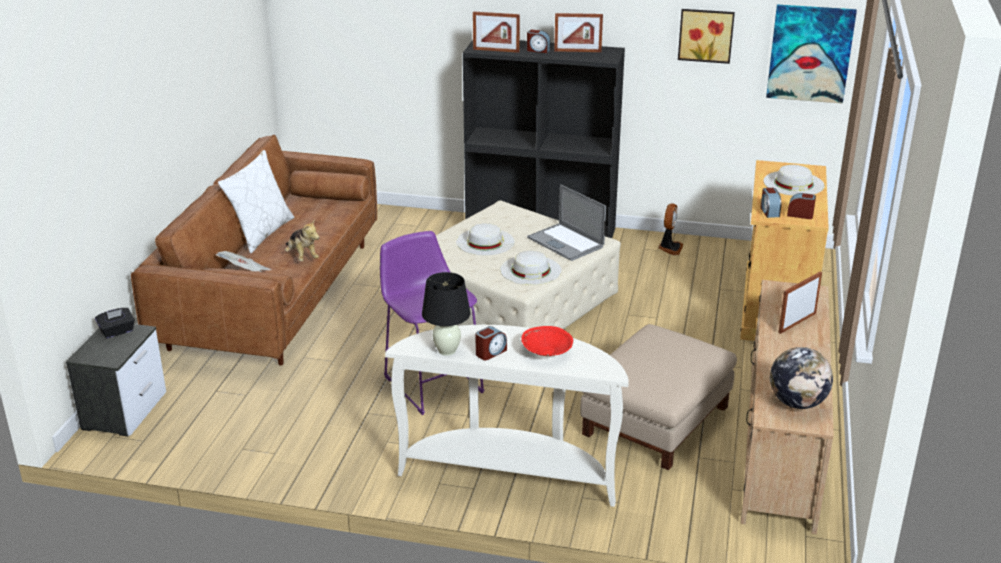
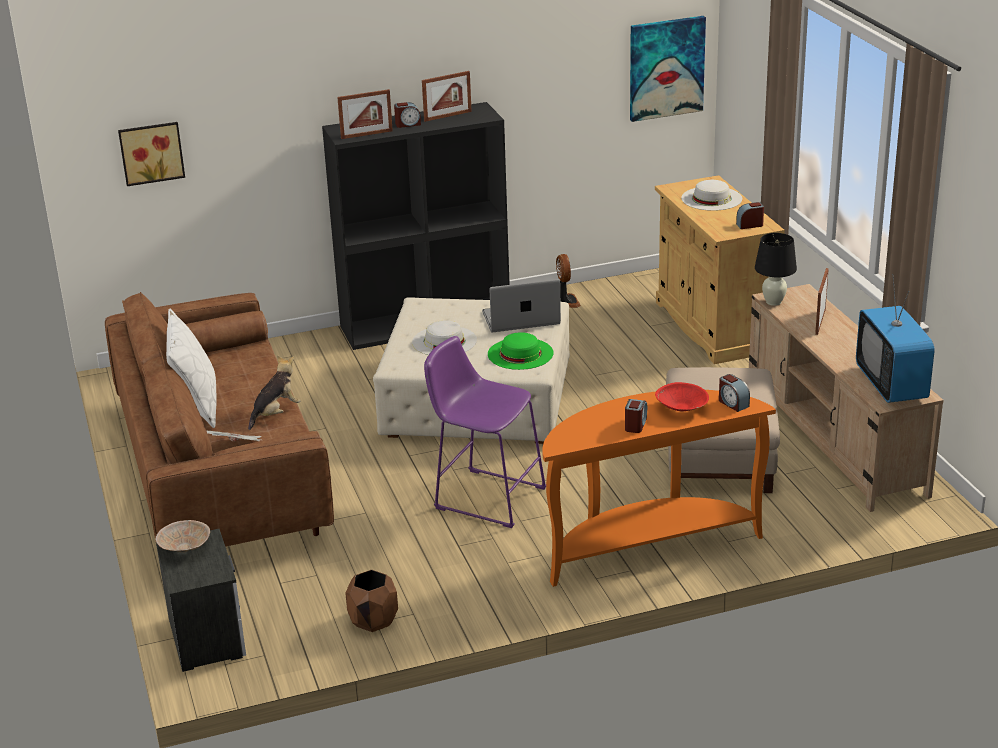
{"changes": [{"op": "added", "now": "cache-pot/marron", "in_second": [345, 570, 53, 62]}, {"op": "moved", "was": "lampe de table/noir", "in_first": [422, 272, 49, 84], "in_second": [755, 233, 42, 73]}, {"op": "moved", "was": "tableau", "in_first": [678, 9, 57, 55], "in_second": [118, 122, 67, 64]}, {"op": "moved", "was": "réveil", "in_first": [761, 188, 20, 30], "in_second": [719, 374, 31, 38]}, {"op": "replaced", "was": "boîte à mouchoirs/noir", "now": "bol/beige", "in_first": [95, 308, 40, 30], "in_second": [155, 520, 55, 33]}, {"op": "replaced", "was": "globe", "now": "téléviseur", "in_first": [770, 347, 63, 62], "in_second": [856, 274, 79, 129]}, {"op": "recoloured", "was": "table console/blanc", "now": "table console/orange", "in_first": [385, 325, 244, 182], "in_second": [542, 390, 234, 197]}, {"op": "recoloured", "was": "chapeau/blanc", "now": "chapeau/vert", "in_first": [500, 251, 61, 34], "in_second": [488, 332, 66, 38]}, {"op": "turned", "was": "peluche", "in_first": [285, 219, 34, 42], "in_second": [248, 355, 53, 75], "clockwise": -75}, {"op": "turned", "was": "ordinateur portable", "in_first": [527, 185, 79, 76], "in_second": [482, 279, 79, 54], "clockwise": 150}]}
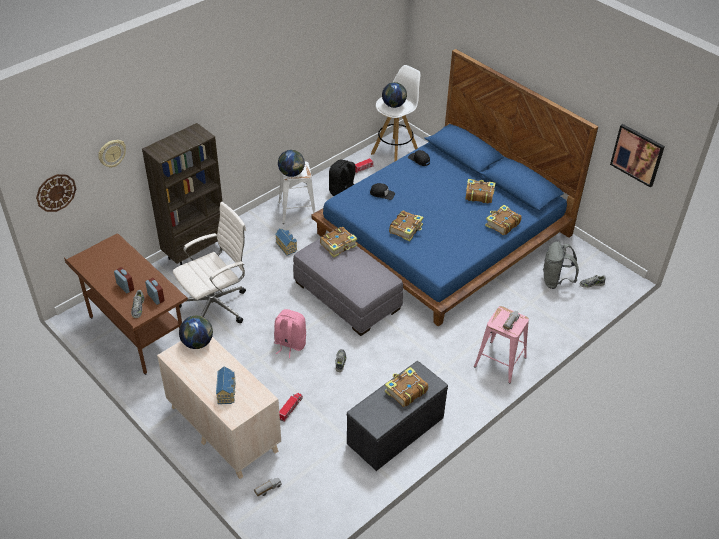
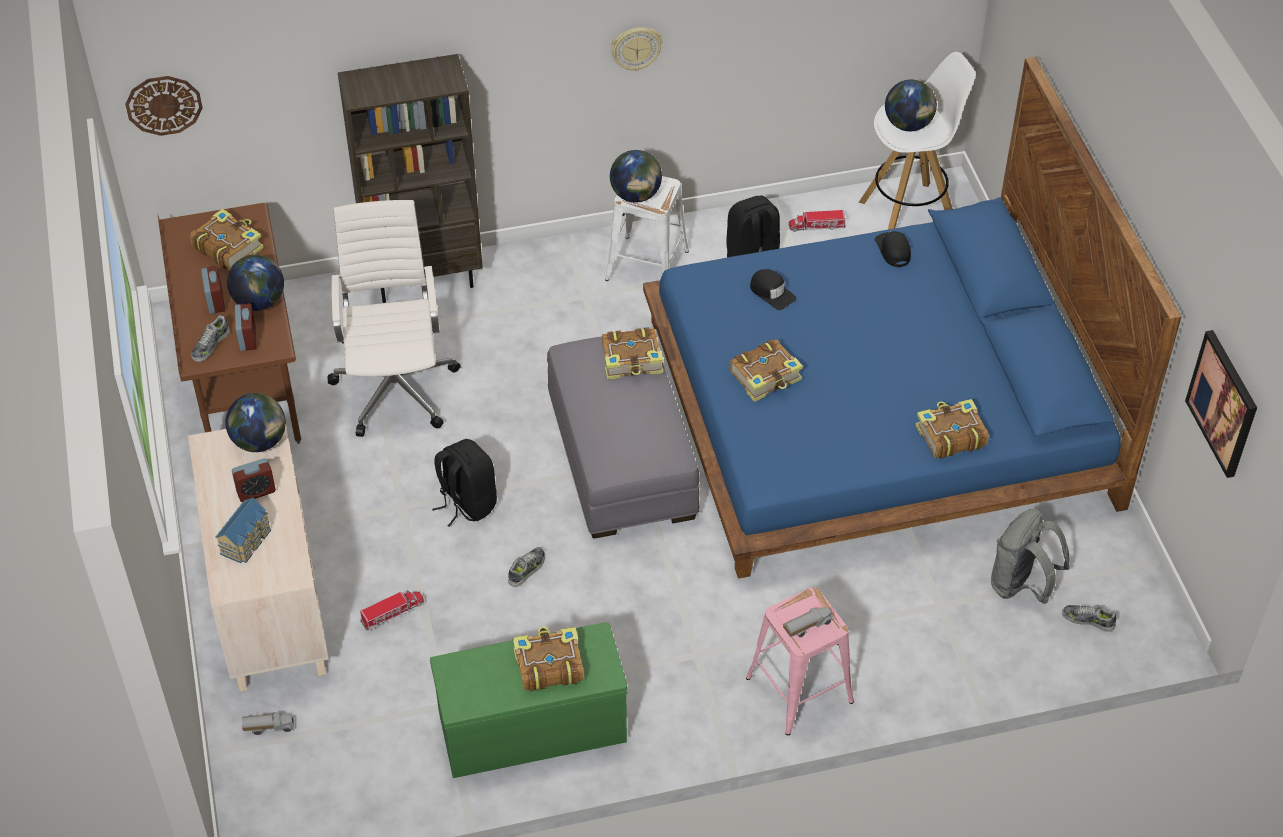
{"changes": [{"op": "removed", "was": "maison miniature", "in_first": [275, 228, 22, 28]}, {"op": "added", "now": "globe", "in_second": [227, 255, 57, 56]}, {"op": "added", "now": "réveil", "in_second": [232, 458, 44, 44]}, {"op": "moved", "was": "horloge murale", "in_first": [98, 140, 28, 28], "in_second": [611, 27, 51, 44]}, {"op": "moved", "was": "livre", "in_first": [465, 179, 30, 25], "in_second": [190, 209, 73, 61]}, {"op": "recoloured", "was": "sac à dos/rose", "now": "sac à dos/noir", "in_first": [274, 309, 32, 49], "in_second": [432, 439, 65, 88]}, {"op": "recoloured", "was": "banc/gris", "now": "banc/vert", "in_first": [346, 361, 102, 110], "in_second": [430, 622, 198, 156]}, {"op": "turned", "was": "chaise de bureau/blanc", "in_first": [173, 202, 73, 121], "in_second": [328, 200, 133, 237], "clockwise": -90}]}
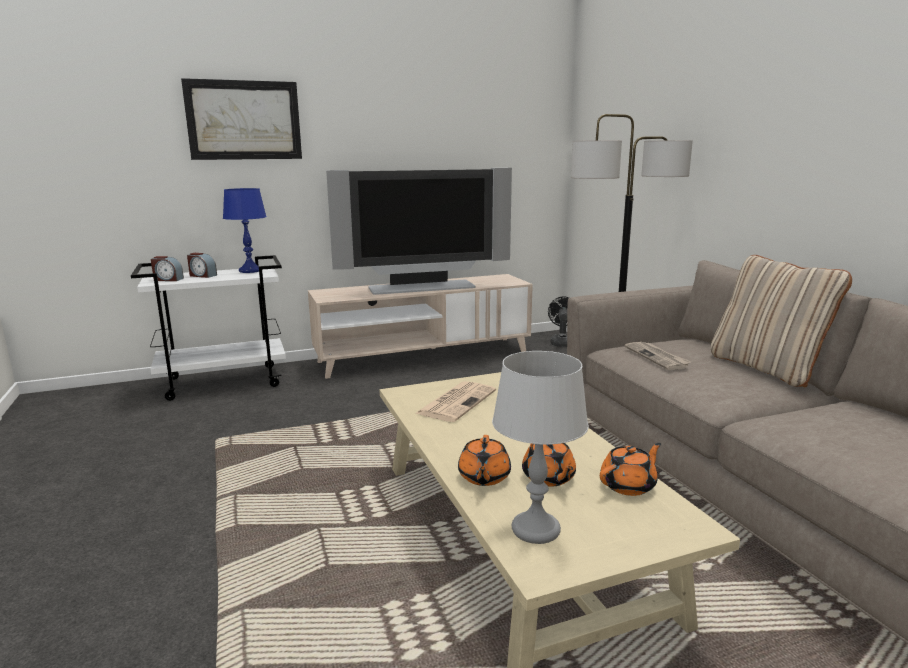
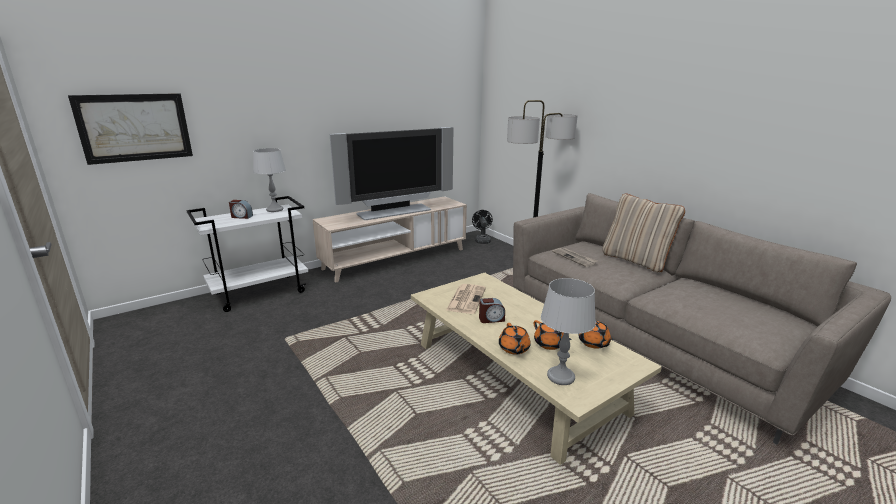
{"changes": [{"op": "moved", "was": "réveil", "in_first": [151, 256, 33, 25], "in_second": [479, 298, 26, 25]}, {"op": "moved", "was": "tableau", "in_first": [181, 78, 121, 82], "in_second": [68, 93, 125, 72]}, {"op": "recoloured", "was": "lampe de table/bleu", "now": "lampe de table/gris", "in_first": [223, 188, 44, 85], "in_second": [253, 148, 33, 64]}, {"op": "turned", "was": "théière/orange", "in_first": [600, 443, 61, 53], "in_second": [578, 321, 36, 28], "clockwise": 120}]}
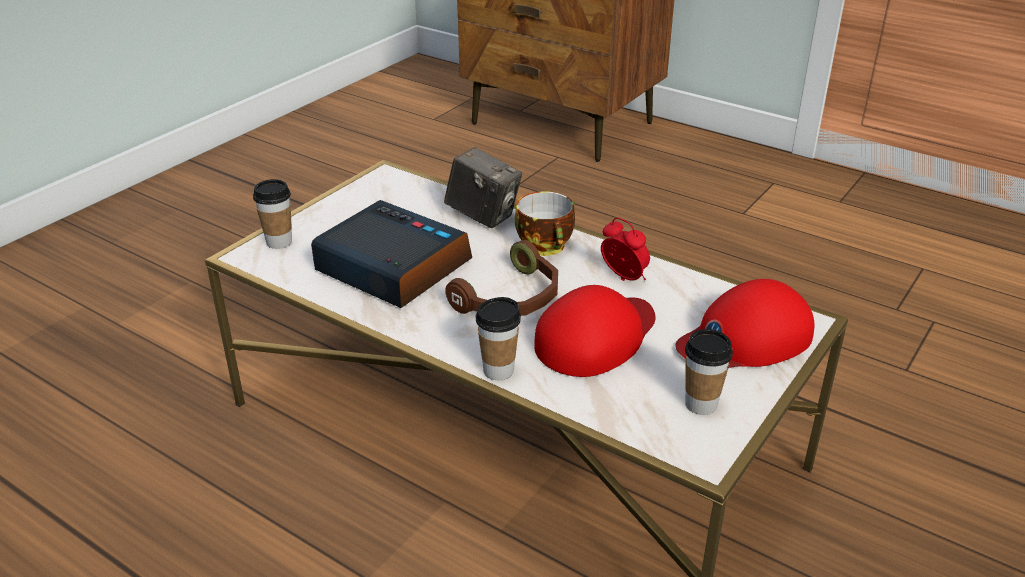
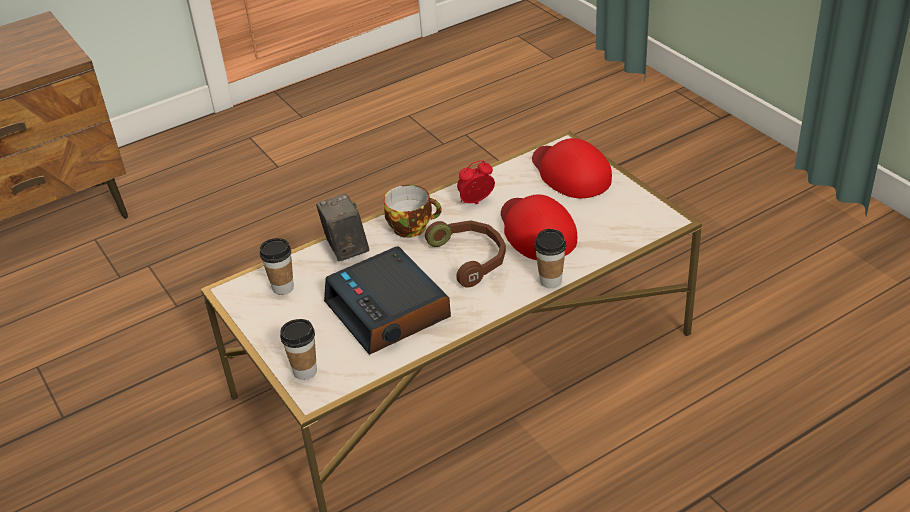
{"changes": [{"op": "moved", "was": "tasse", "in_first": [685, 329, 48, 86], "in_second": [260, 238, 34, 57]}, {"op": "turned", "was": "réveil", "in_first": [311, 200, 161, 108], "in_second": [324, 246, 127, 109], "clockwise": -90}, {"op": "turned", "was": "appareil photo", "in_first": [444, 147, 78, 81], "in_second": [316, 194, 53, 67], "clockwise": -75}, {"op": "turned", "was": "casquette/rouge", "in_first": [675, 279, 139, 89], "in_second": [532, 138, 80, 60], "clockwise": 150}]}
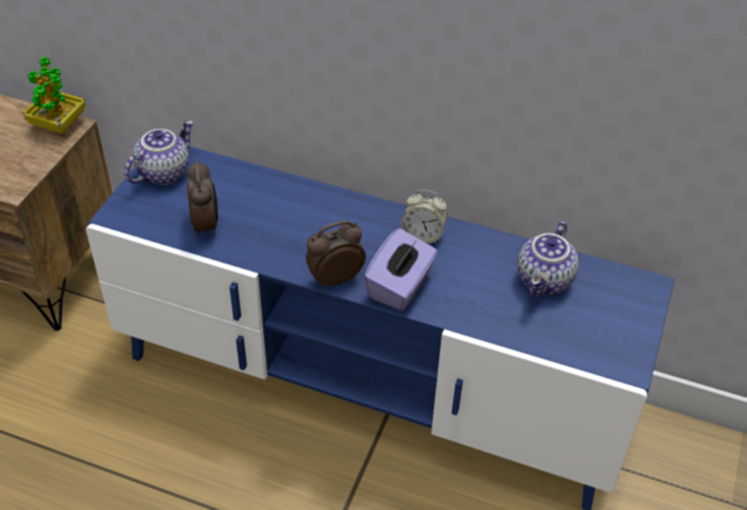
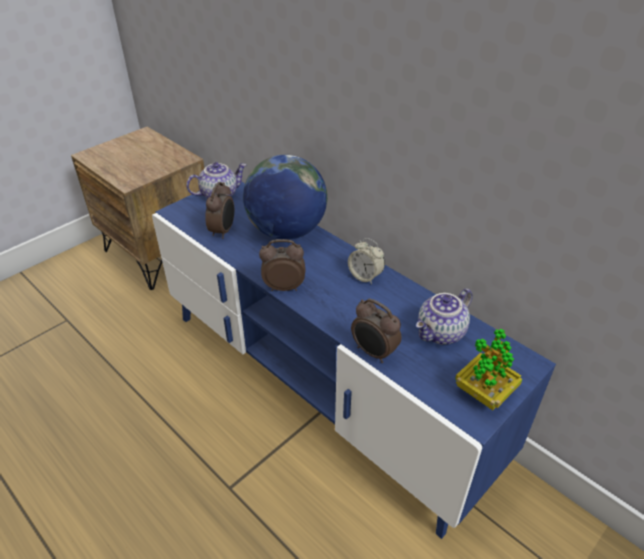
{"changes": [{"op": "removed", "was": "boîte à mouchoirs/violet", "in_first": [363, 228, 74, 83]}, {"op": "added", "now": "globe", "in_second": [243, 155, 84, 85]}, {"op": "added", "now": "réveil", "in_second": [351, 299, 50, 64]}, {"op": "moved", "was": "plante en pot", "in_first": [23, 56, 63, 77], "in_second": [455, 329, 68, 81]}]}
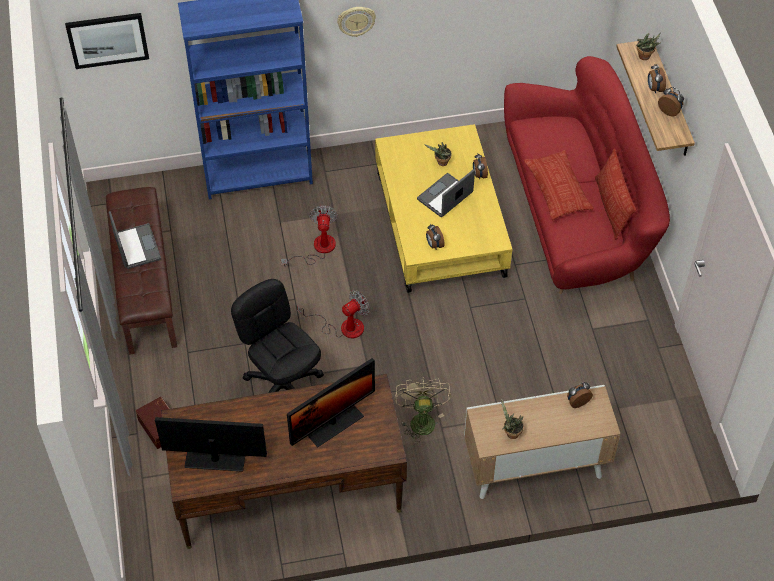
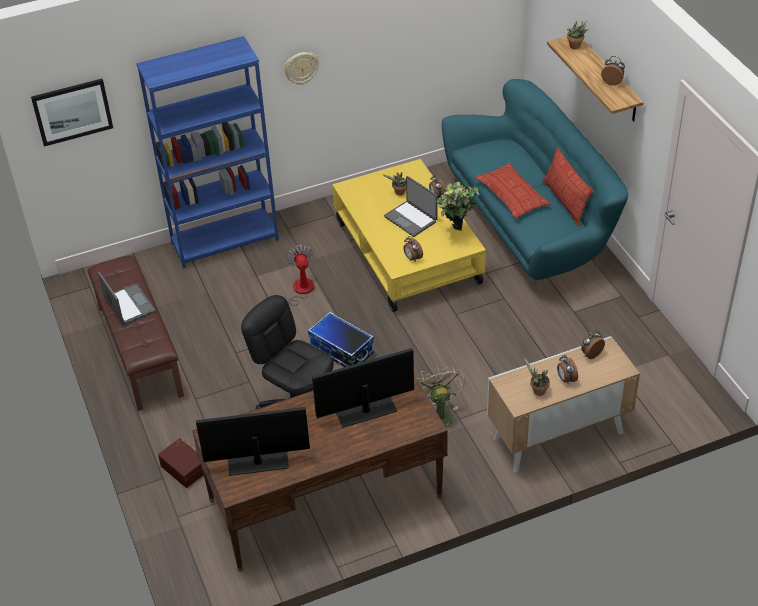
{"changes": [{"op": "added", "now": "plante en pot", "in_second": [436, 182, 43, 49]}, {"op": "moved", "was": "réveil", "in_first": [648, 64, 18, 30], "in_second": [557, 355, 21, 29]}, {"op": "replaced", "was": "ventilateur", "now": "boîte de rangement", "in_first": [297, 290, 73, 49], "in_second": [308, 312, 66, 55]}, {"op": "recoloured", "was": "canapé/rouge", "now": "canapé/turquoise", "in_first": [504, 56, 166, 238], "in_second": [442, 79, 186, 210]}, {"op": "turned", "was": "écran d'ordinateur", "in_first": [287, 358, 88, 89], "in_second": [312, 348, 102, 80], "clockwise": -150}, {"op": "turned", "was": "ordinateur portable", "in_first": [417, 169, 58, 48], "in_second": [384, 176, 54, 61], "clockwise": -75}]}
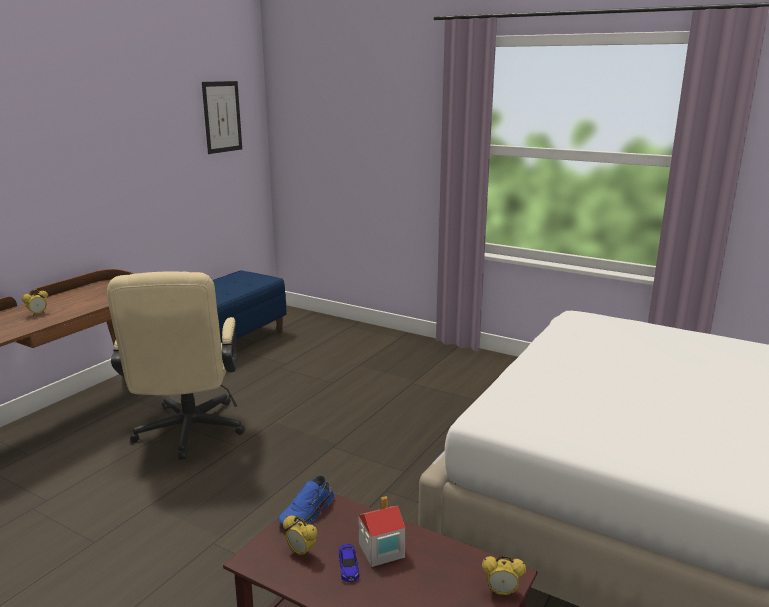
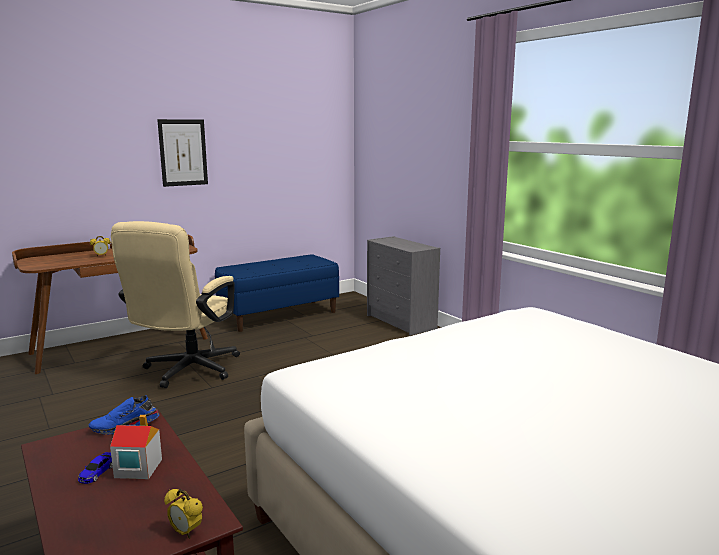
{"changes": [{"op": "removed", "was": "réveil", "in_first": [283, 515, 35, 43]}, {"op": "added", "now": "commode/gris", "in_second": [367, 236, 73, 100]}, {"op": "moved", "was": "tableau", "in_first": [202, 81, 40, 73], "in_second": [157, 119, 51, 68]}]}
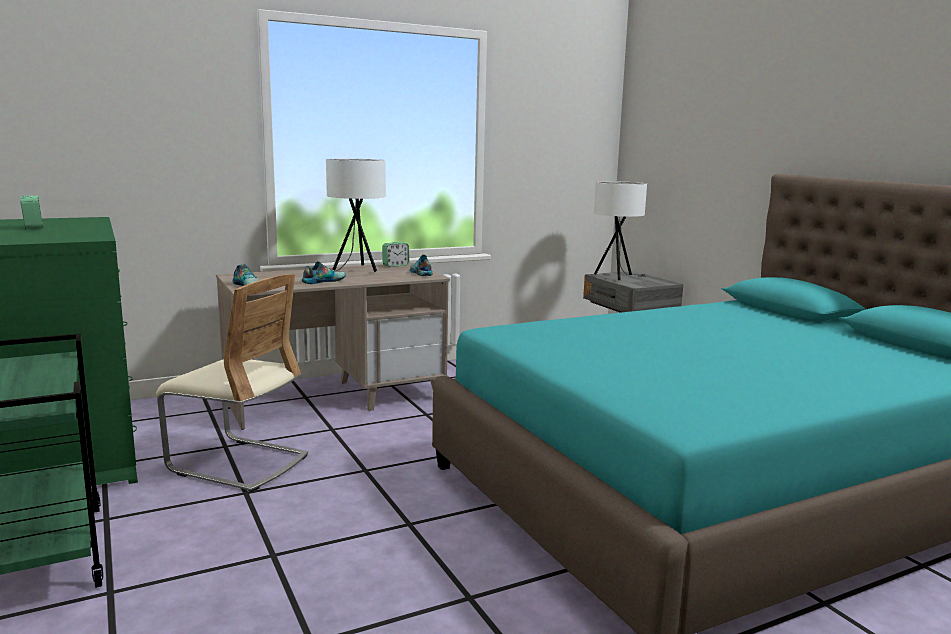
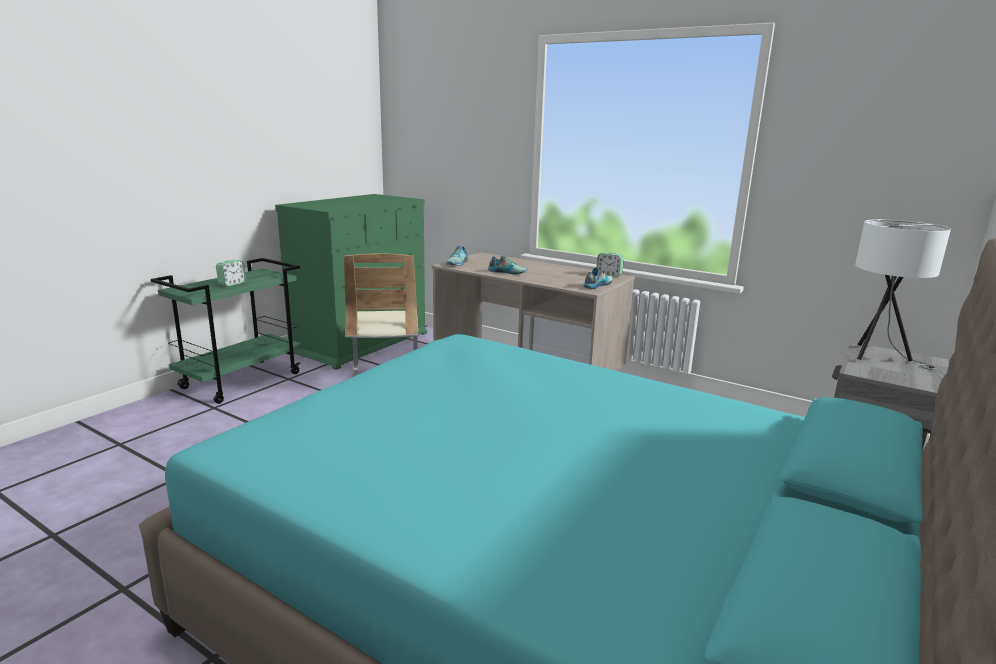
{"changes": [{"op": "removed", "was": "lampe de table/blanc", "in_first": [326, 159, 60, 113]}, {"op": "moved", "was": "réveil", "in_first": [20, 195, 23, 34], "in_second": [216, 260, 30, 26]}]}
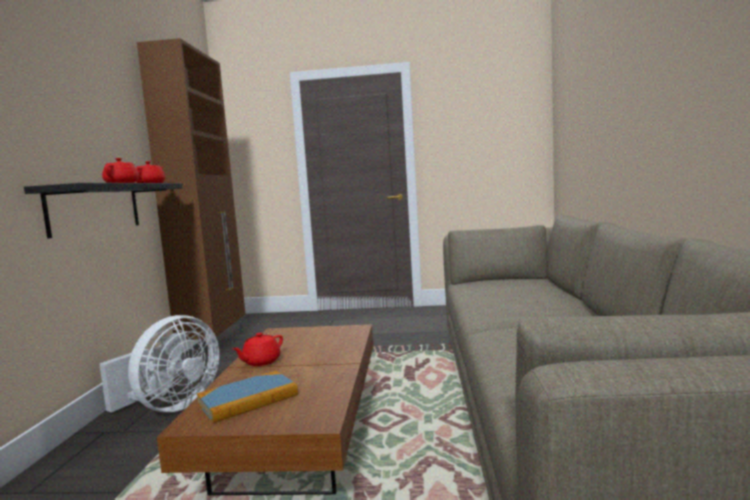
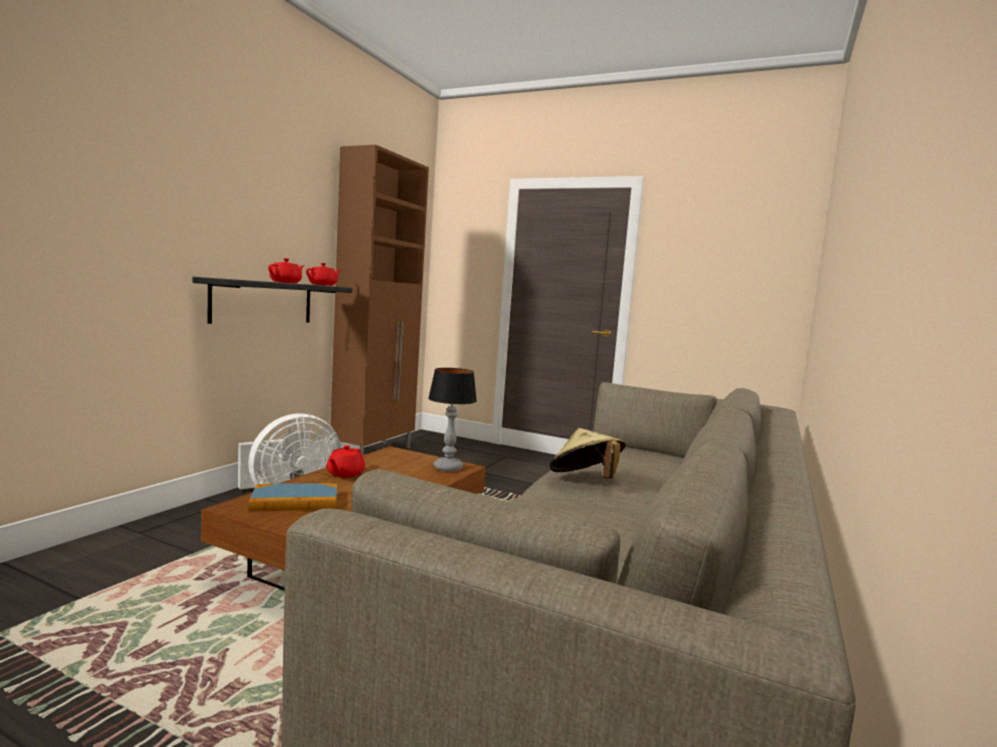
{"changes": [{"op": "added", "now": "lampe de table", "in_second": [428, 368, 49, 104]}, {"op": "added", "now": "chapeau/beige", "in_second": [549, 428, 77, 51]}, {"op": "turned", "was": "théière/rouge", "in_first": [233, 333, 50, 33], "in_second": [327, 445, 38, 33], "clockwise": -45}]}
